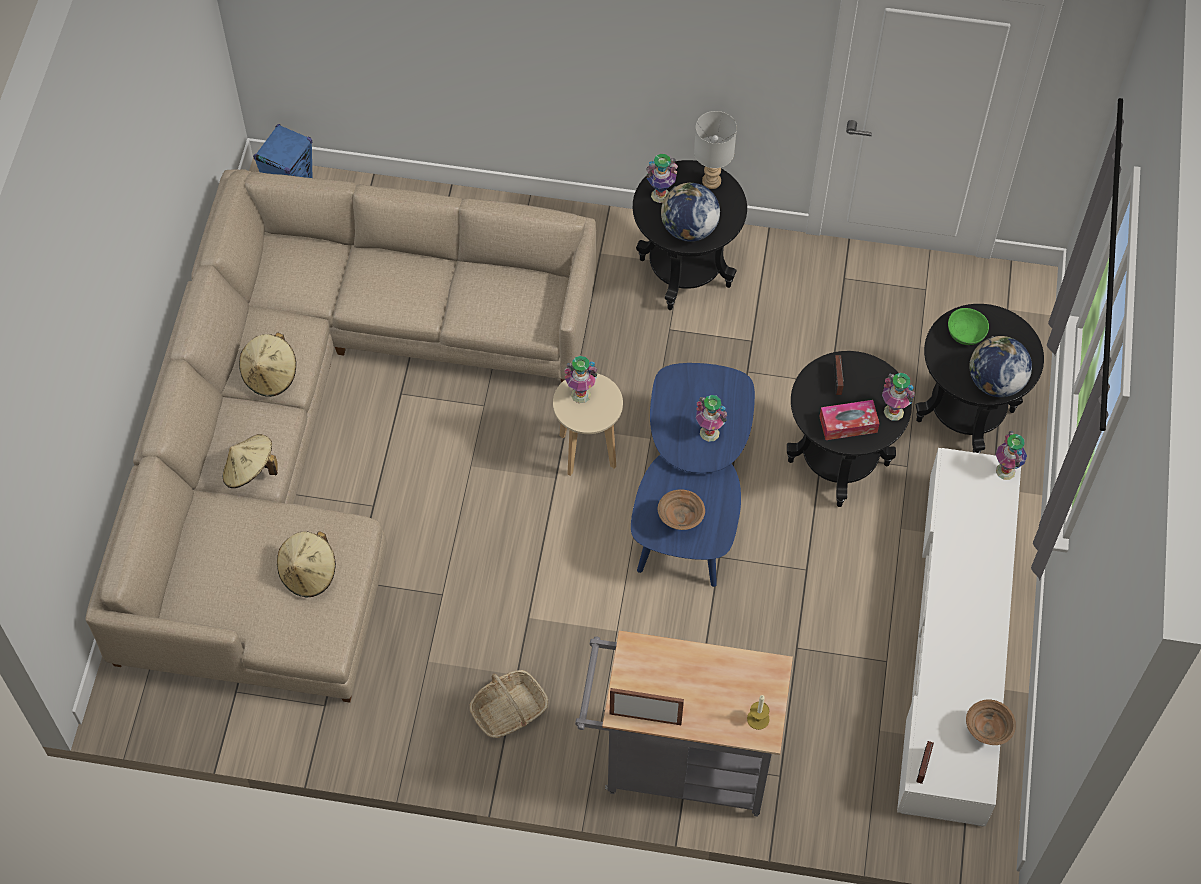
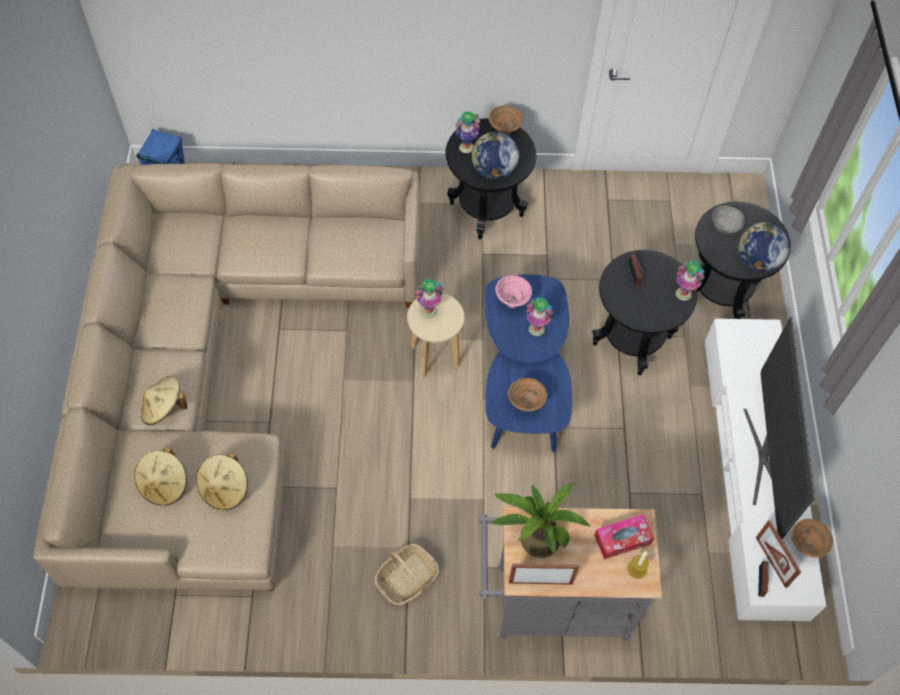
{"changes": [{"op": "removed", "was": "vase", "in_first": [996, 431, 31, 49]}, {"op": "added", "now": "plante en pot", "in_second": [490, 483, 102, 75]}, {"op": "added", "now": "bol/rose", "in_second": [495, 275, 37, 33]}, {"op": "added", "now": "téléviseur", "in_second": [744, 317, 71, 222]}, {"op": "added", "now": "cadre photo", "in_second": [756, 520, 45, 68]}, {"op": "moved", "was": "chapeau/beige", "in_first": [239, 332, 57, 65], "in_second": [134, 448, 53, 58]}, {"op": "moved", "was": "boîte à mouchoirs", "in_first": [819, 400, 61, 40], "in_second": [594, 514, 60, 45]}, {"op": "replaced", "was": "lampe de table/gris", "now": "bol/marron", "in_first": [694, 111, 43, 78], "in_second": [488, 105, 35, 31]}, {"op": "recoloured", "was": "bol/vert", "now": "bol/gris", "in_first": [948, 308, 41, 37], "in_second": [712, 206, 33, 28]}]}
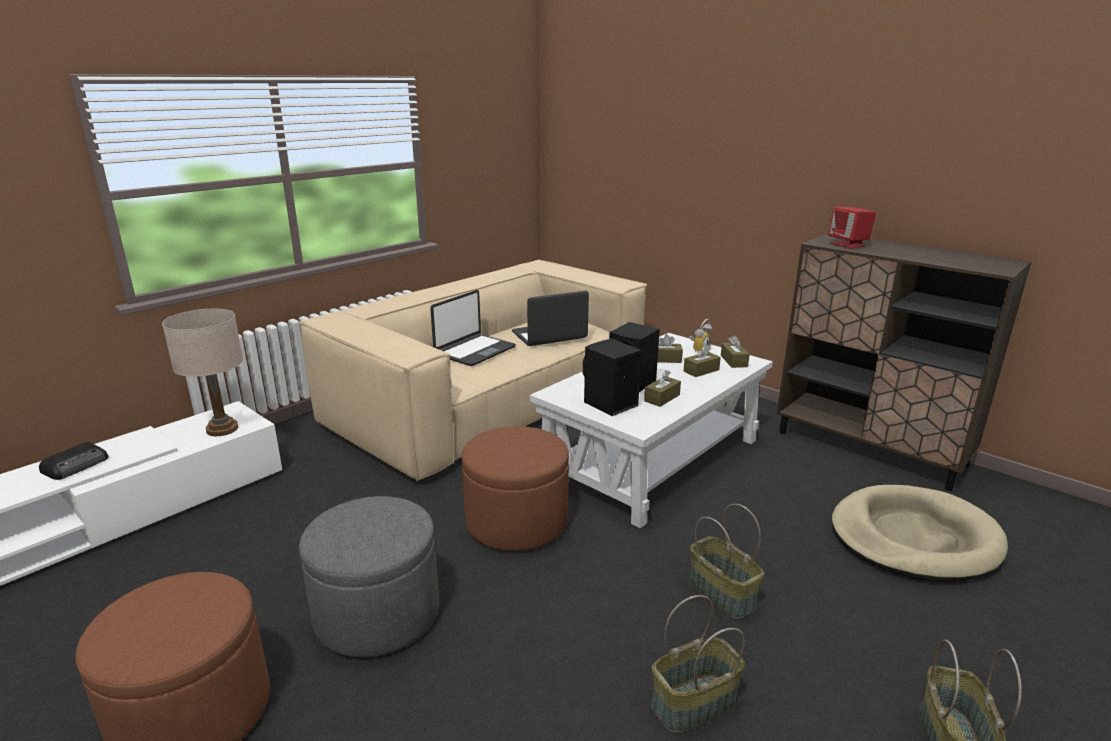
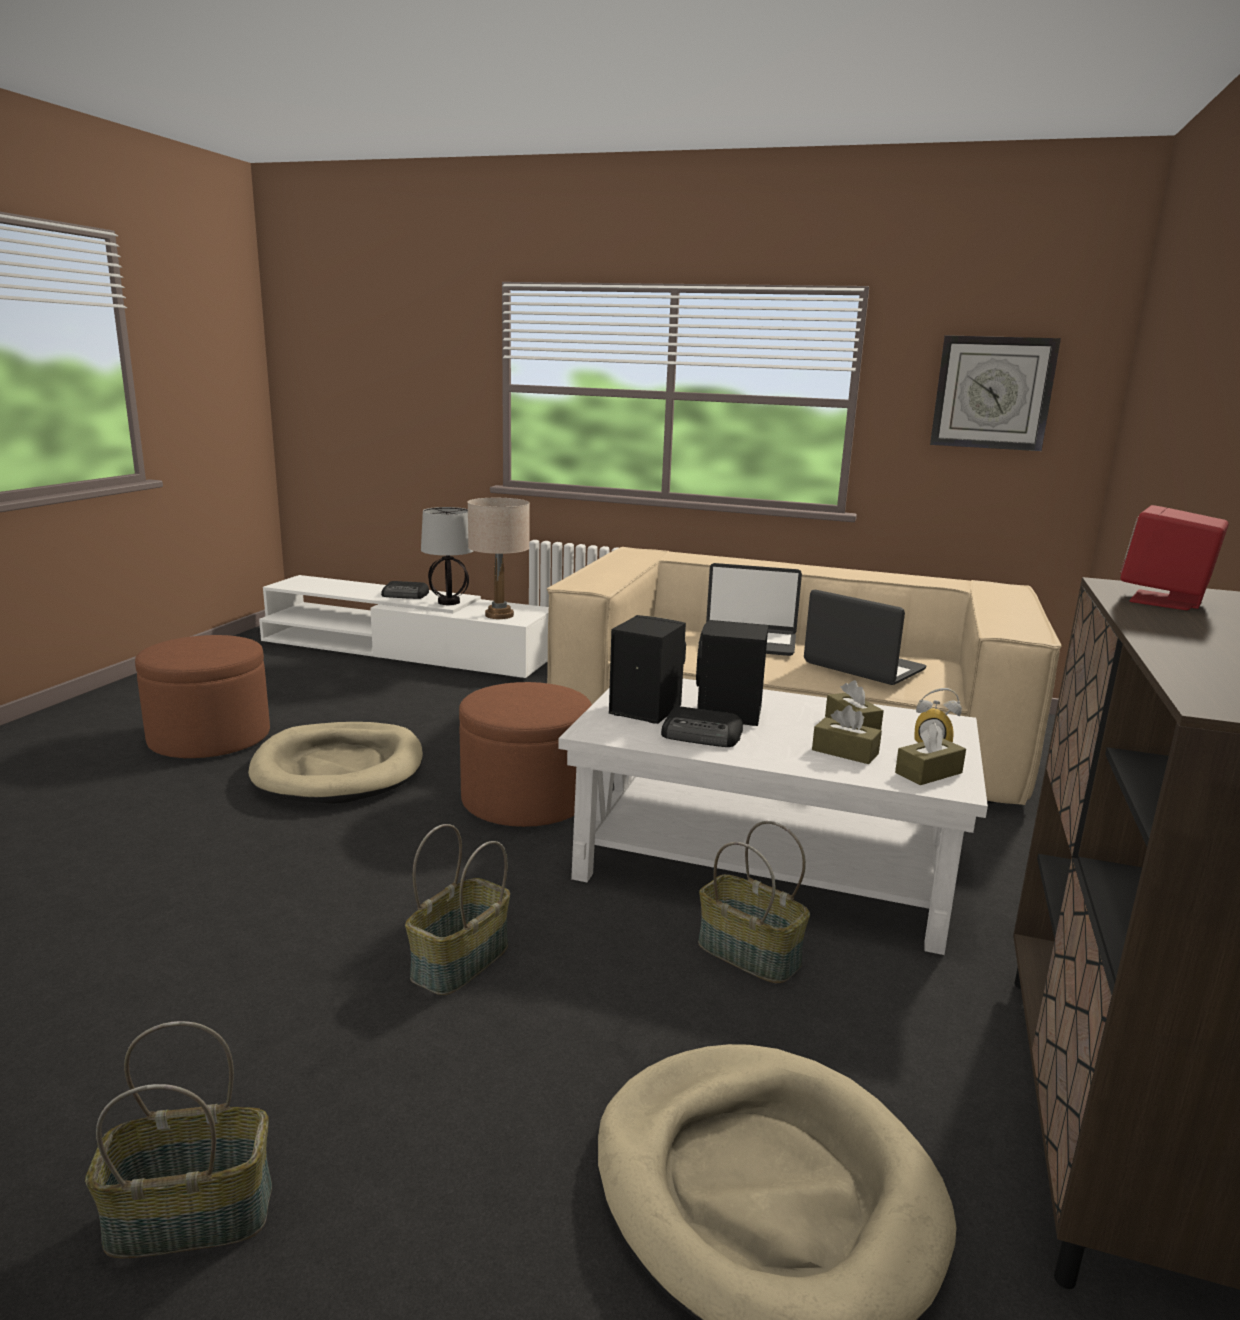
{"changes": [{"op": "added", "now": "lampe de table", "in_second": [421, 507, 52, 98]}, {"op": "added", "now": "horloge murale", "in_second": [930, 335, 131, 116]}, {"op": "moved", "was": "panier", "in_first": [651, 595, 94, 138], "in_second": [698, 821, 112, 162]}, {"op": "replaced", "was": "pouf/gris", "now": "panier pour chien/beige", "in_first": [299, 496, 140, 161], "in_second": [248, 722, 175, 82]}, {"op": "replaced", "was": "boîte à mouchoirs/marron", "now": "radio", "in_first": [644, 370, 37, 37], "in_second": [661, 706, 82, 41]}]}
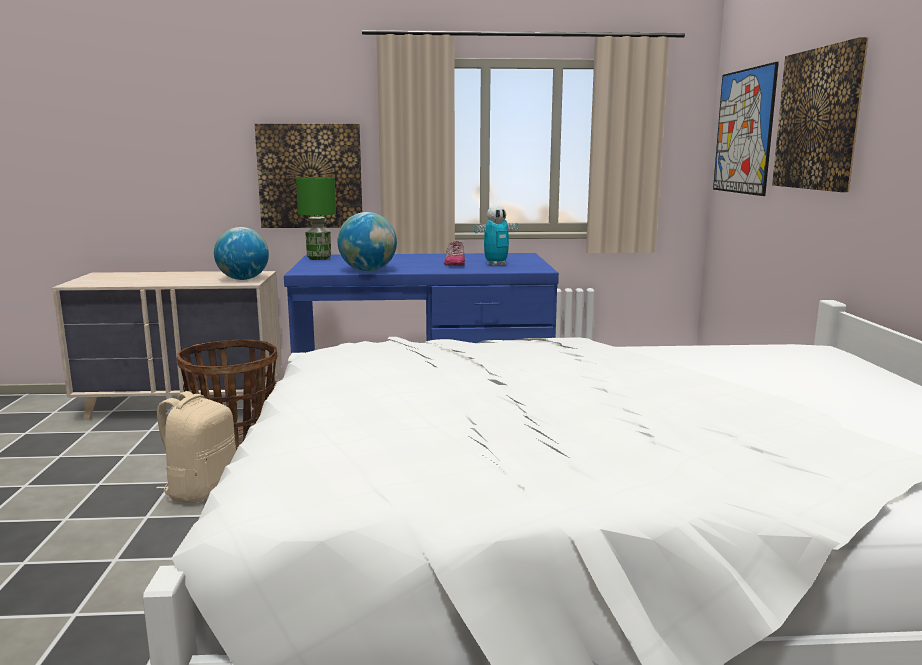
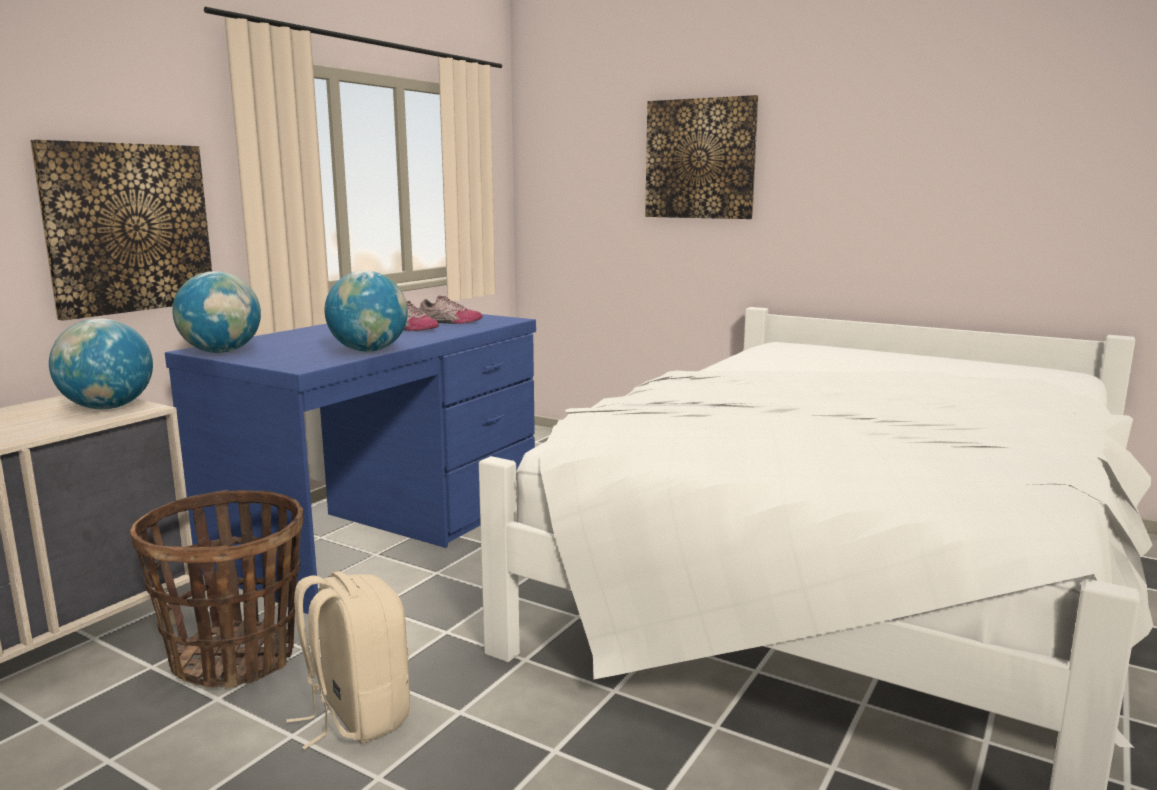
{"changes": [{"op": "removed", "was": "tableau", "in_first": [713, 62, 66, 134]}, {"op": "replaced", "was": "lampe de table/vert", "now": "globe", "in_first": [296, 177, 40, 83], "in_second": [172, 271, 89, 82]}, {"op": "replaced", "was": "robot jouet", "now": "chaussure", "in_first": [474, 205, 45, 61], "in_second": [419, 296, 64, 28]}]}
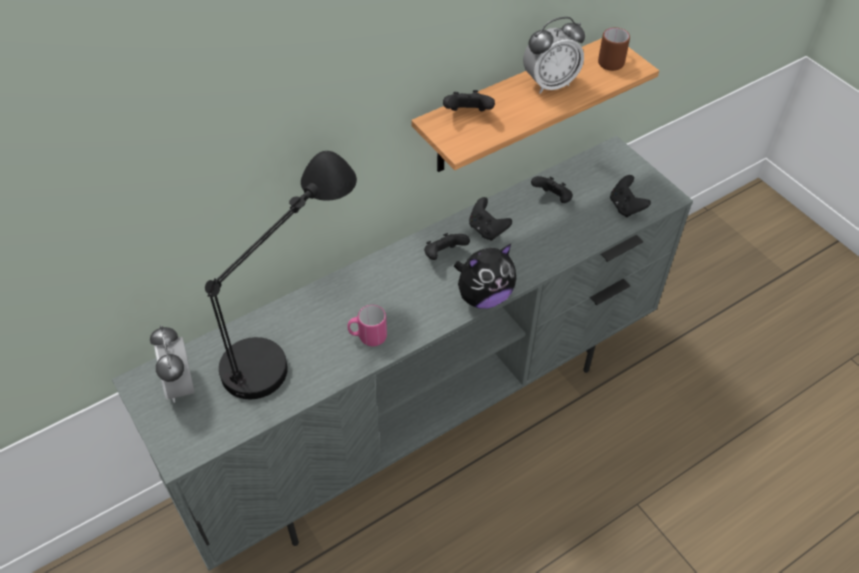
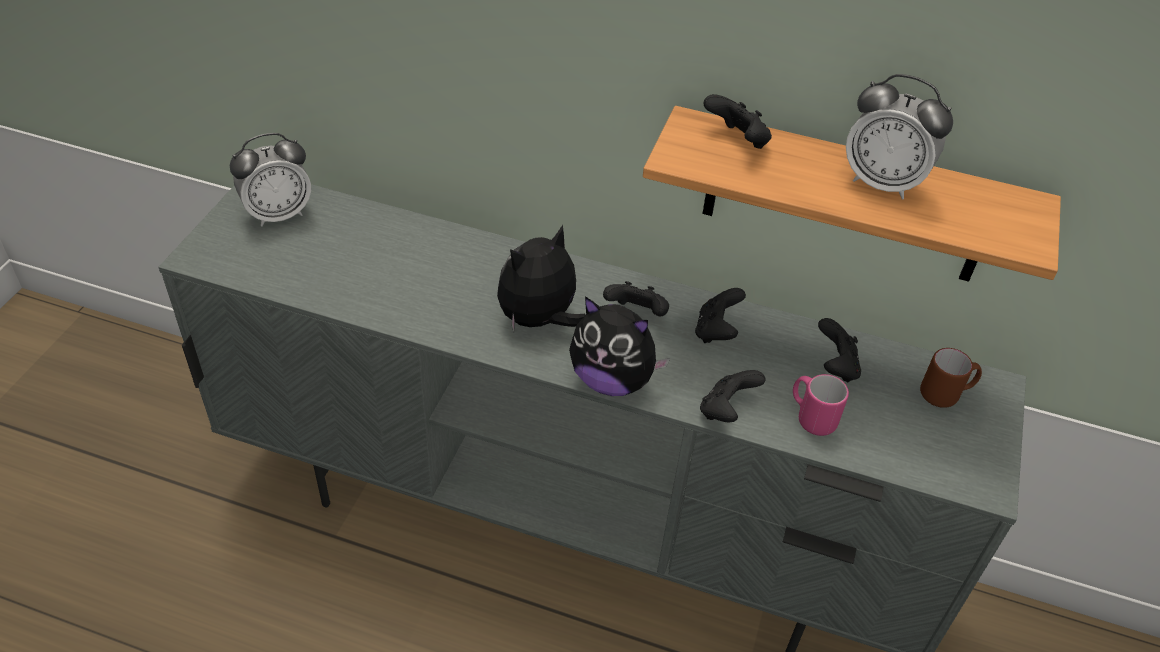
{"changes": [{"op": "removed", "was": "lampe de table/noir", "in_first": [205, 151, 152, 248]}, {"op": "added", "now": "peluche", "in_second": [497, 225, 89, 107]}, {"op": "moved", "was": "mug/rose", "in_first": [347, 305, 40, 41], "in_second": [793, 374, 56, 62]}, {"op": "moved", "was": "mug/marron", "in_first": [598, 28, 32, 43], "in_second": [920, 348, 62, 60]}, {"op": "moved", "was": "manette/noir", "in_first": [610, 175, 41, 42], "in_second": [700, 370, 66, 52]}, {"op": "turned", "was": "réveil", "in_first": [150, 325, 44, 78], "in_second": [230, 133, 81, 94], "clockwise": -150}]}
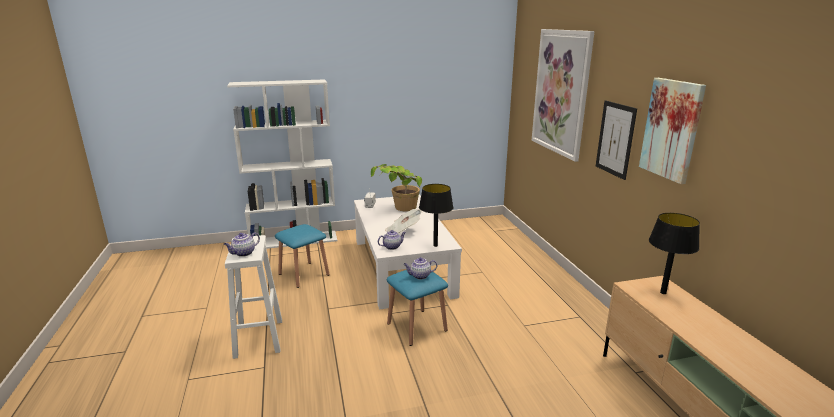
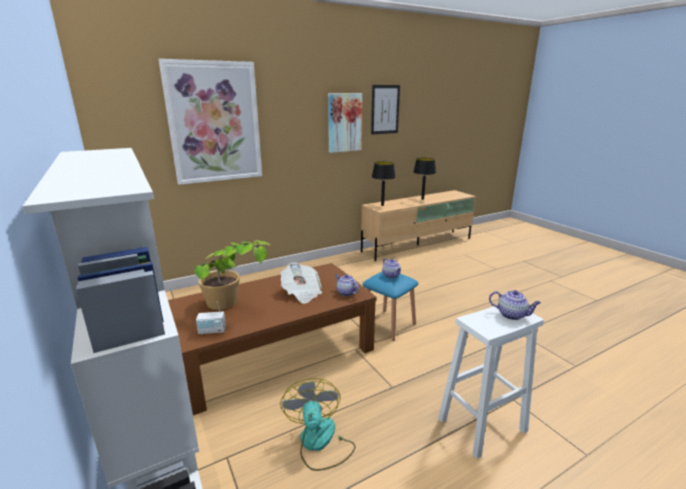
{"changes": [{"op": "moved", "was": "lampe de table/noir", "in_first": [419, 184, 34, 63], "in_second": [413, 158, 23, 42]}, {"op": "moved", "was": "tableau", "in_first": [596, 100, 41, 80], "in_second": [371, 85, 29, 50]}, {"op": "replaced", "was": "tabouret/bleu", "now": "ventilateur", "in_first": [275, 224, 55, 64], "in_second": [280, 378, 76, 93]}, {"op": "recoloured", "was": "table basse/blanc", "now": "table basse/marron", "in_first": [354, 195, 108, 115], "in_second": [168, 263, 209, 152]}]}
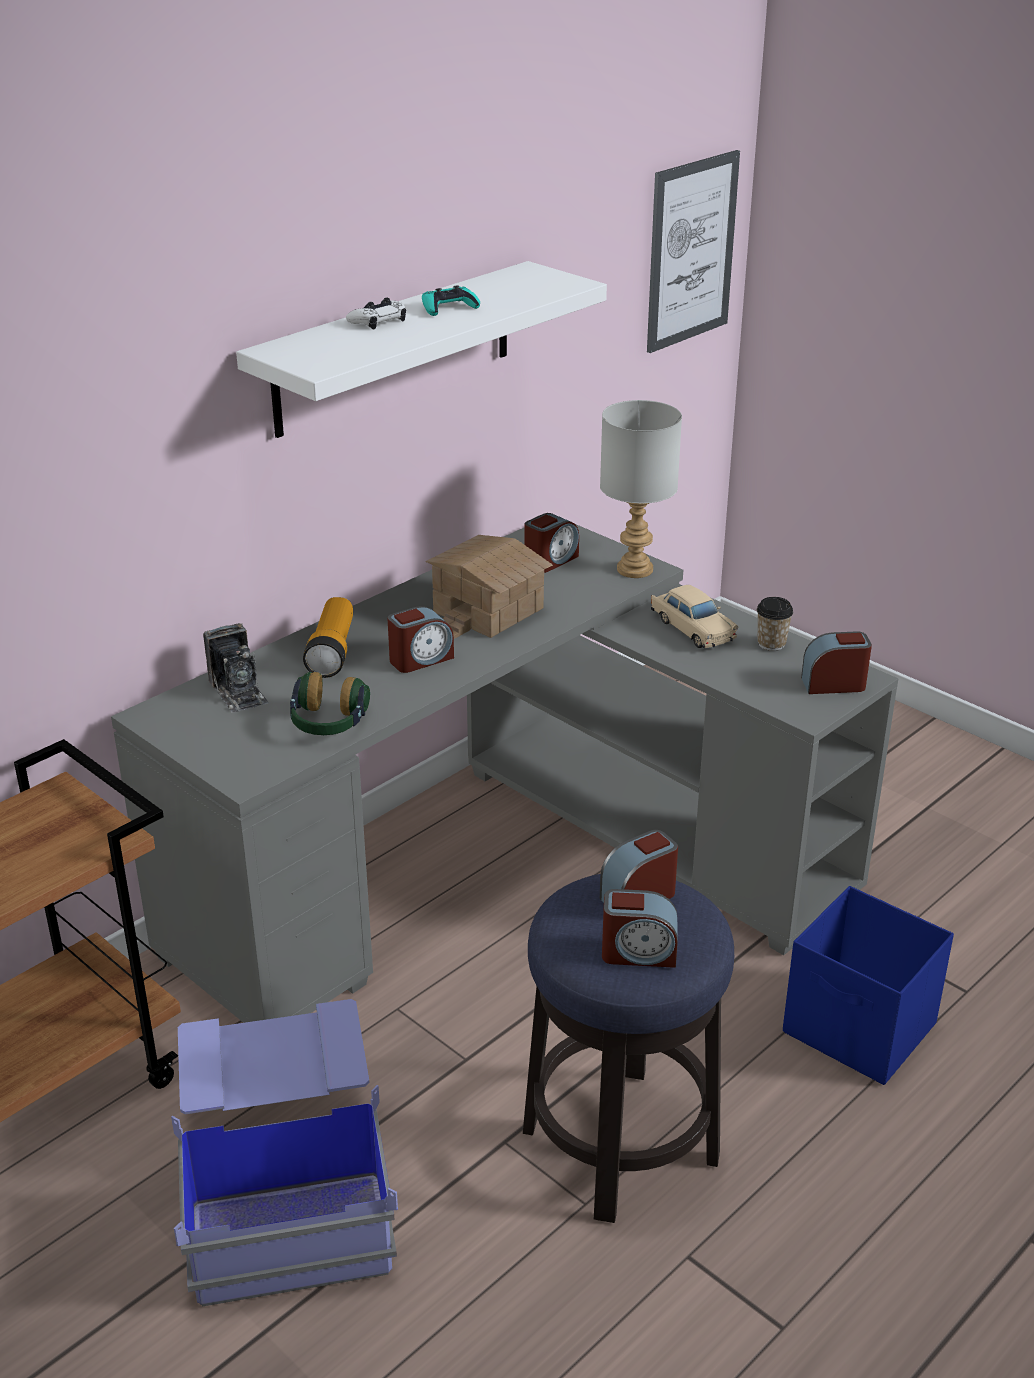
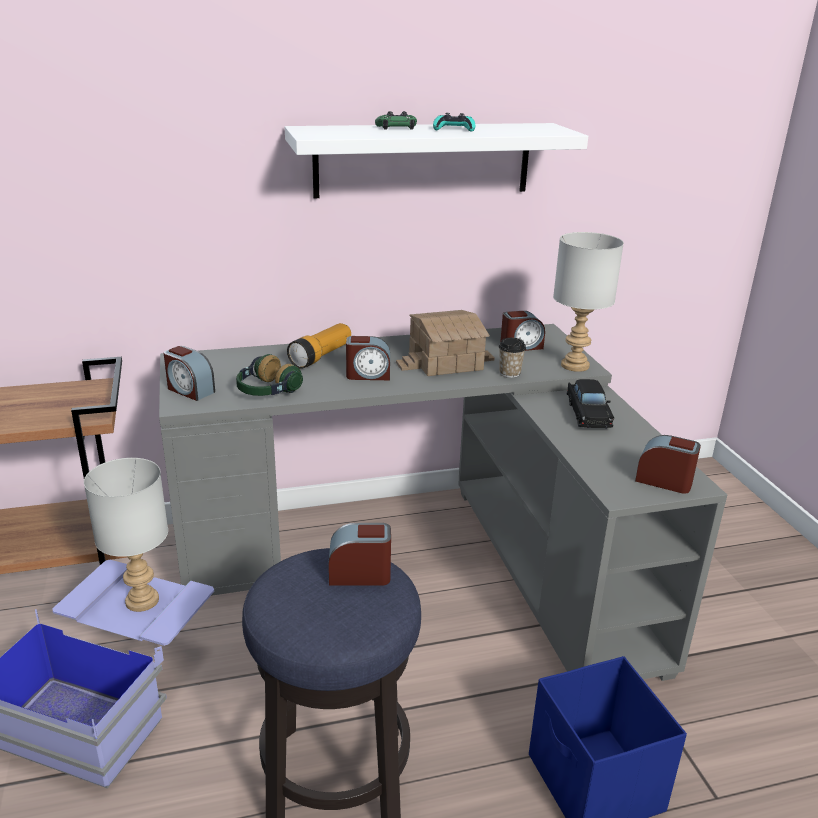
{"changes": [{"op": "removed", "was": "appareil photo", "in_first": [203, 623, 66, 90]}, {"op": "removed", "was": "tableau", "in_first": [647, 150, 93, 203]}, {"op": "added", "now": "lampe de table/gris", "in_second": [84, 458, 84, 154]}, {"op": "moved", "was": "réveil", "in_first": [602, 889, 76, 79], "in_second": [164, 346, 51, 55]}, {"op": "moved", "was": "tasse", "in_first": [757, 597, 36, 54], "in_second": [499, 338, 27, 40]}, {"op": "recoloured", "was": "manette/blanc", "now": "manette/vert", "in_first": [346, 297, 60, 32], "in_second": [375, 111, 42, 19]}, {"op": "recoloured", "was": "petite voiture/beige", "now": "petite voiture/noir", "in_first": [651, 585, 87, 63], "in_second": [567, 379, 47, 50]}]}
